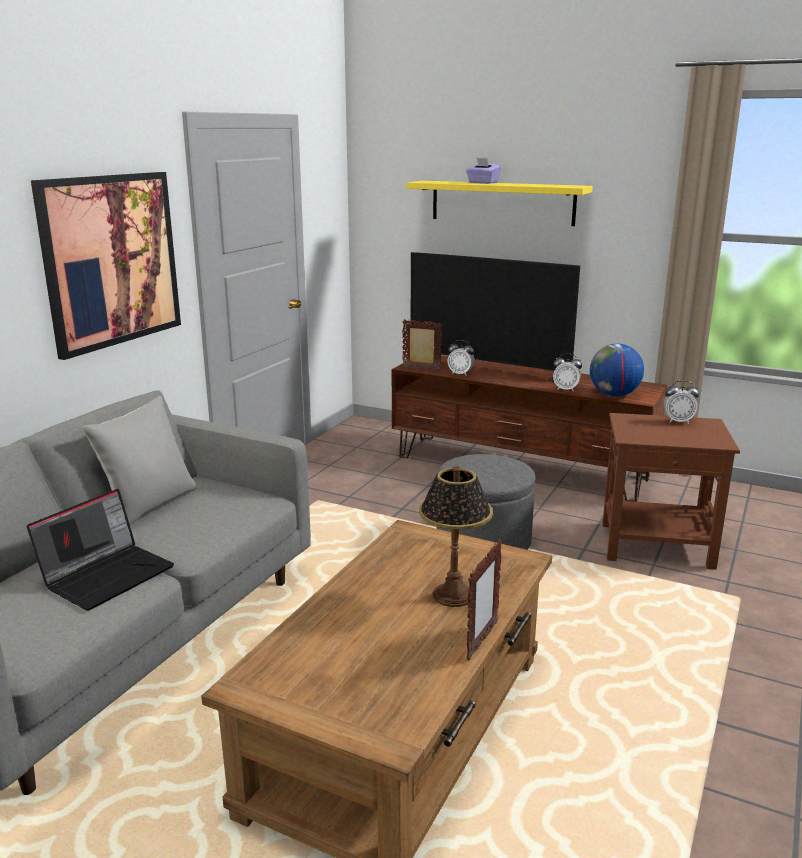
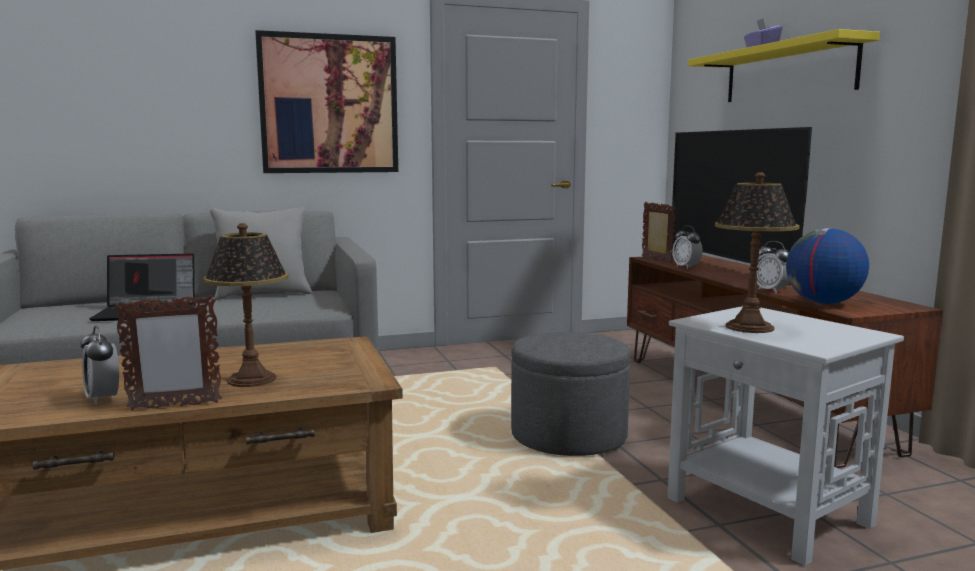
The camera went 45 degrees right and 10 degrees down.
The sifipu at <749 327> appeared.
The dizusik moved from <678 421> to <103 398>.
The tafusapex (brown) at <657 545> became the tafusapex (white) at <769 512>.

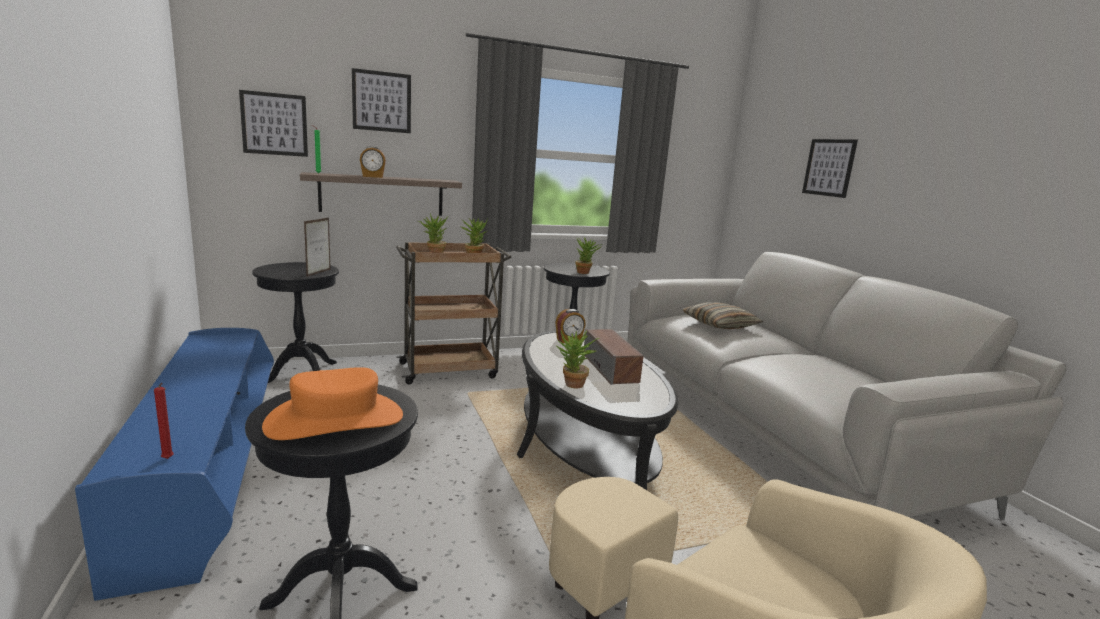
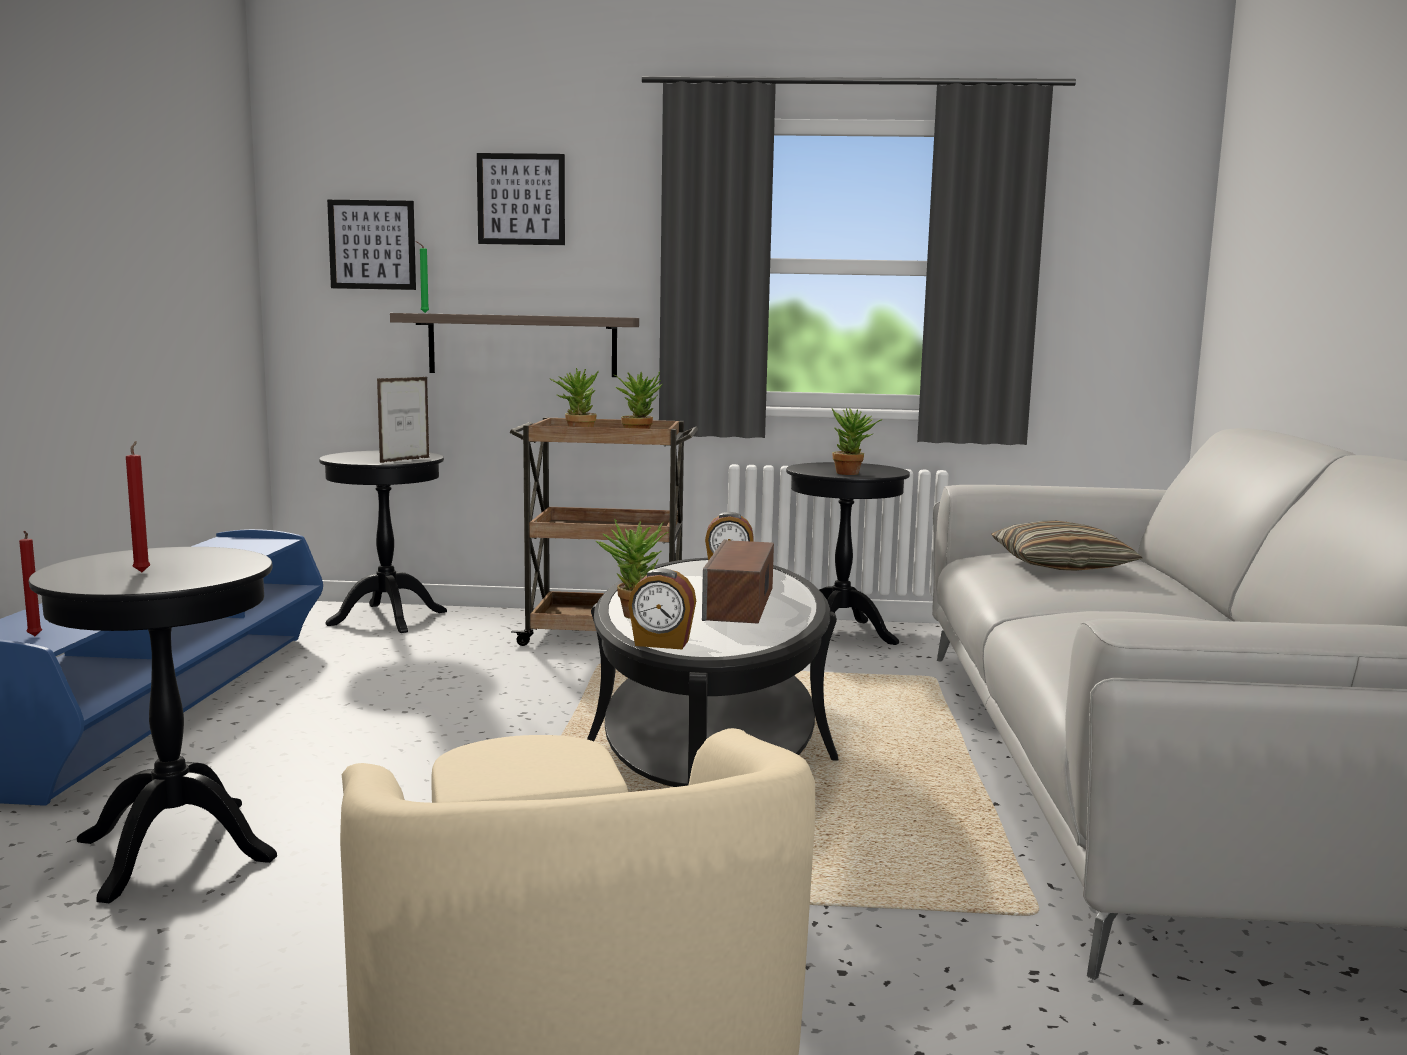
The camera went 25 degrees right and 5 degrees down.
The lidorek at <829 167> disappeared.
The dizusik moved from <373 176> to <661 643>.
The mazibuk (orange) at <335 420> was replaced by the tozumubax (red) at <143 571>.

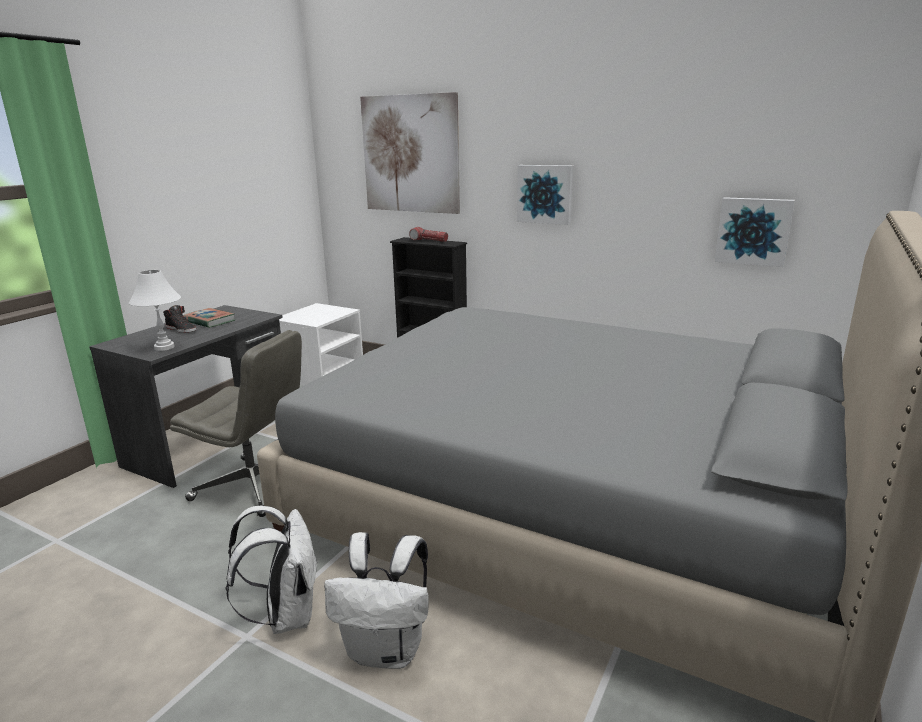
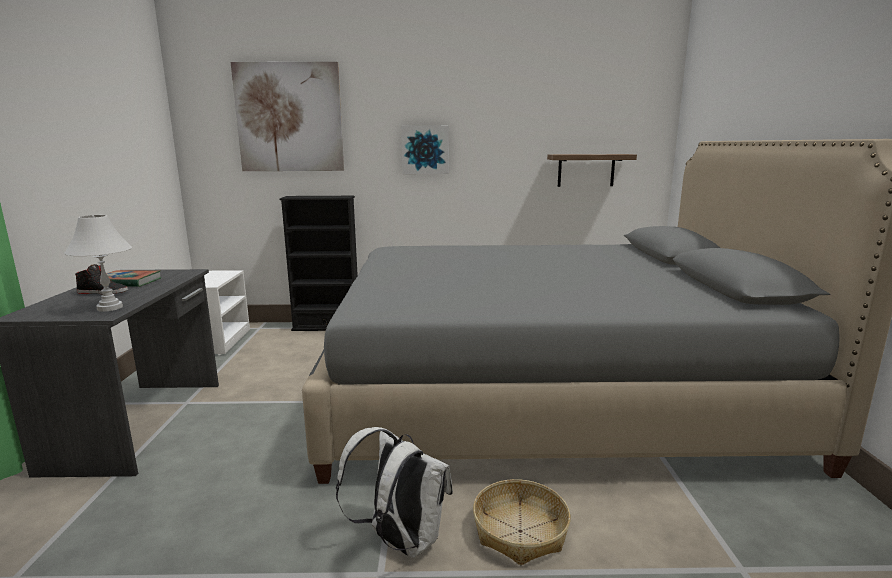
The camera went 30 degrees left and 5 degrees down.
The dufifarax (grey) at <255 486> disappeared.
The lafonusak at <428 240> disappeared.
The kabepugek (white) at <387 650> was replaced by the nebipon at <520 531>.
The lidorek at <753 231> was replaced by the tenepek at <586 170>.

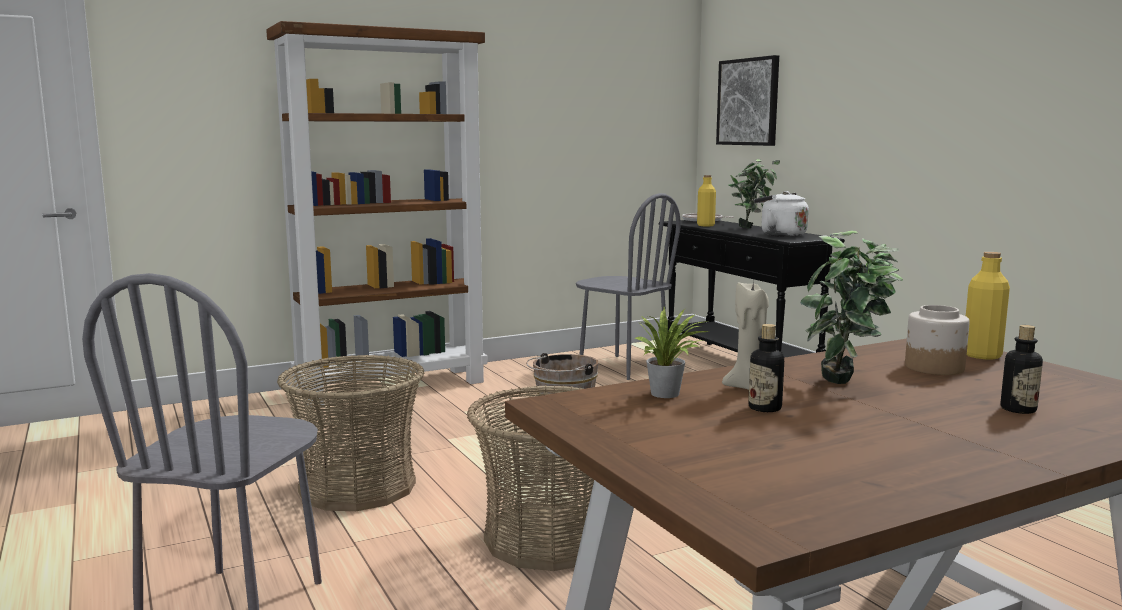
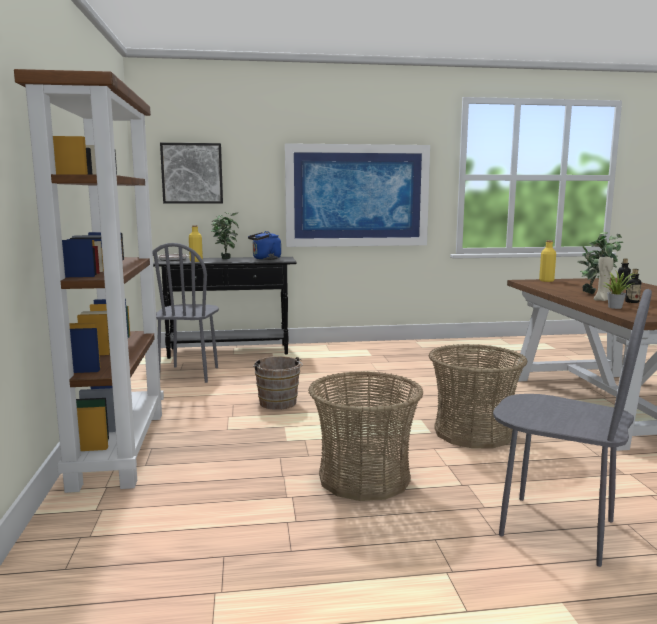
The camera went 70 degrees left and 0 degrees up.
The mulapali at <933 368> disappeared.
The lidorek at <357 195> appeared.
The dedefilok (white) at <780 235> became the dedefilok (blue) at <265 259>.
The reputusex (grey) at <623 367> turned 120 degrees clockwise.

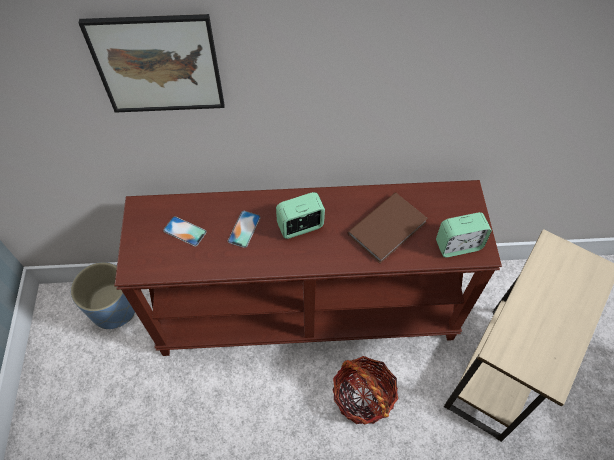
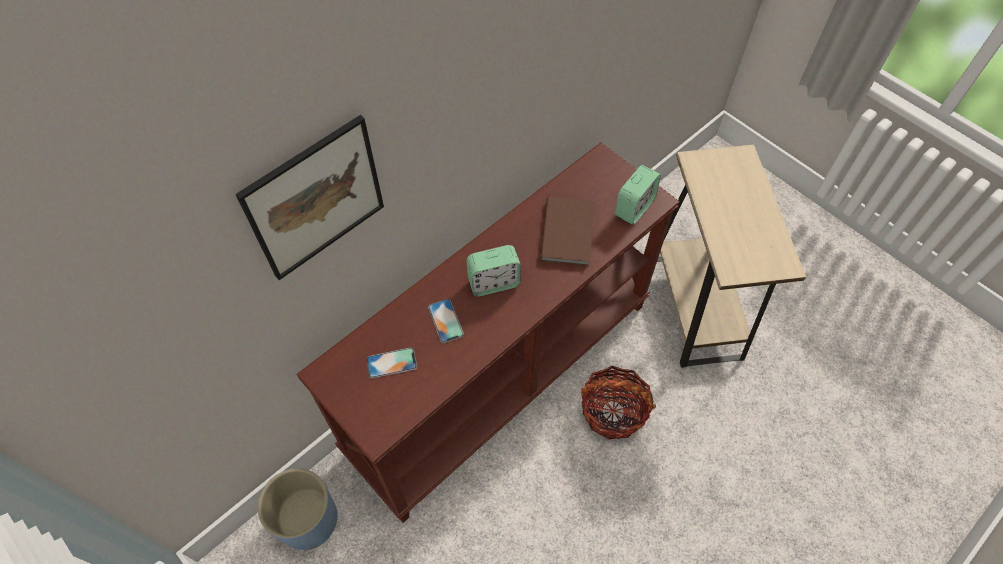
The camera went 40 degrees left and 0 degrees up.
The dizusik at <300 226> turned 135 degrees counterclockwise.

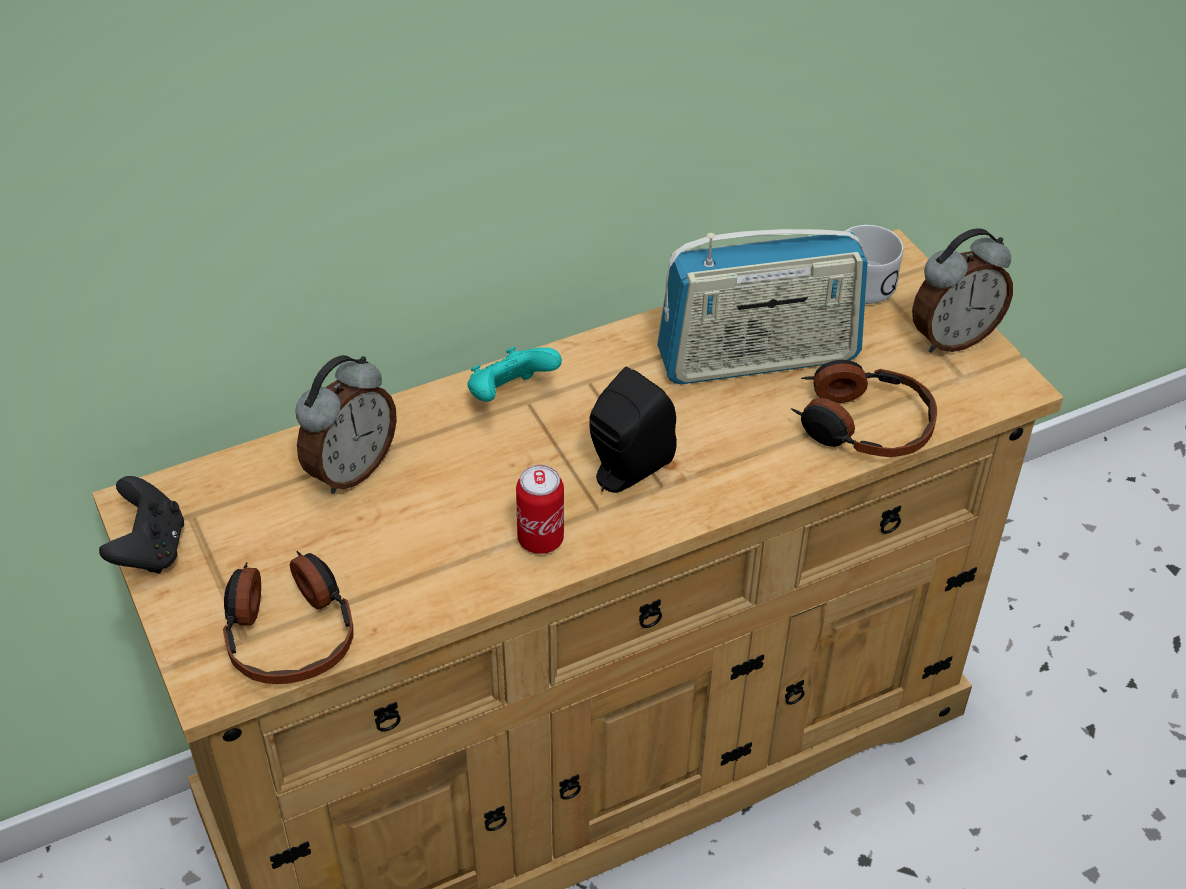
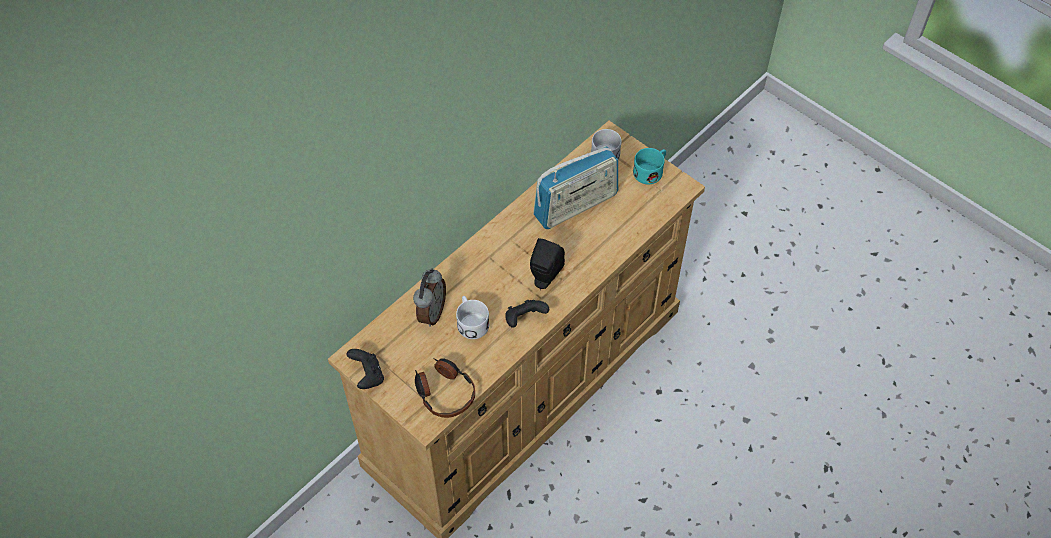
The camera went 20 degrees left and 10 degrees up.
The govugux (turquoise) at <509 395> disappeared.
The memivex at <862 424> disappeared.
The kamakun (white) at <471 321> appeared.
The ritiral at <540 539> was replaced by the govugux (black) at <524 319>.
The dizusik at <952 337> was replaced by the kamakun (turquoise) at <651 171>.

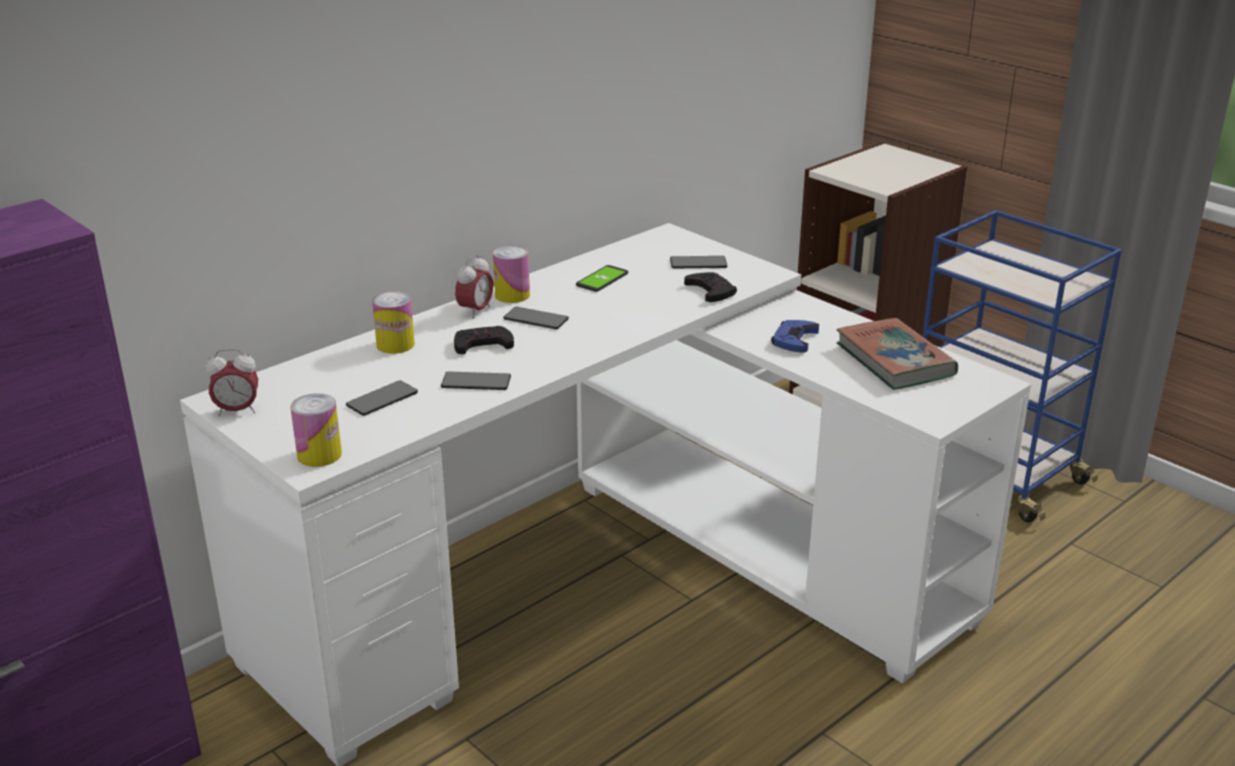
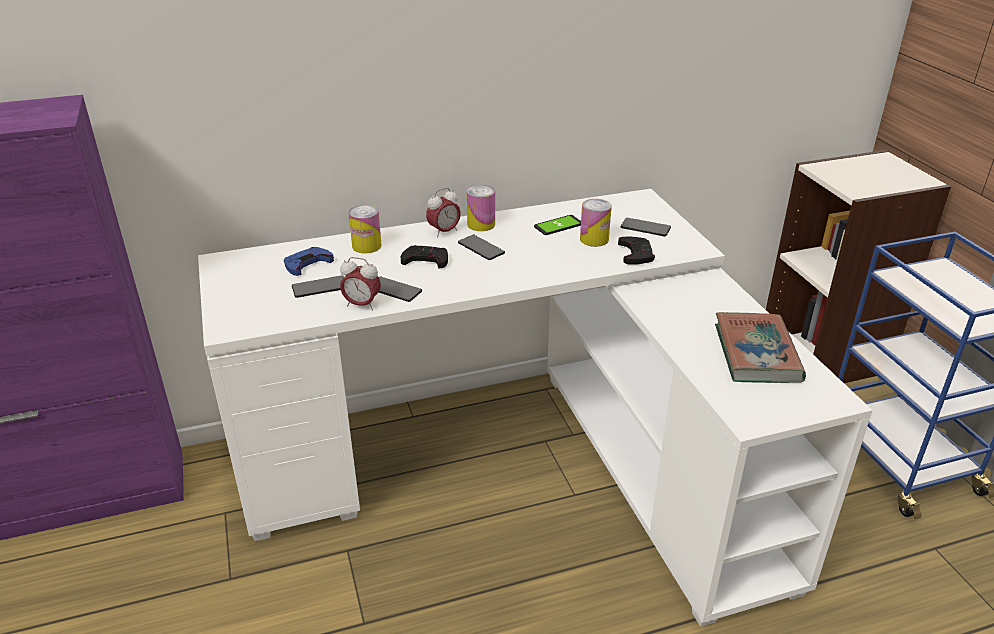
The camera went 25 degrees right and 5 degrees up.
The dizusik moved from <237 411> to <362 305>.
The ritiral moved from <319 455> to <594 239>.
The govugux (blue) moved from <794 340> to <307 264>.

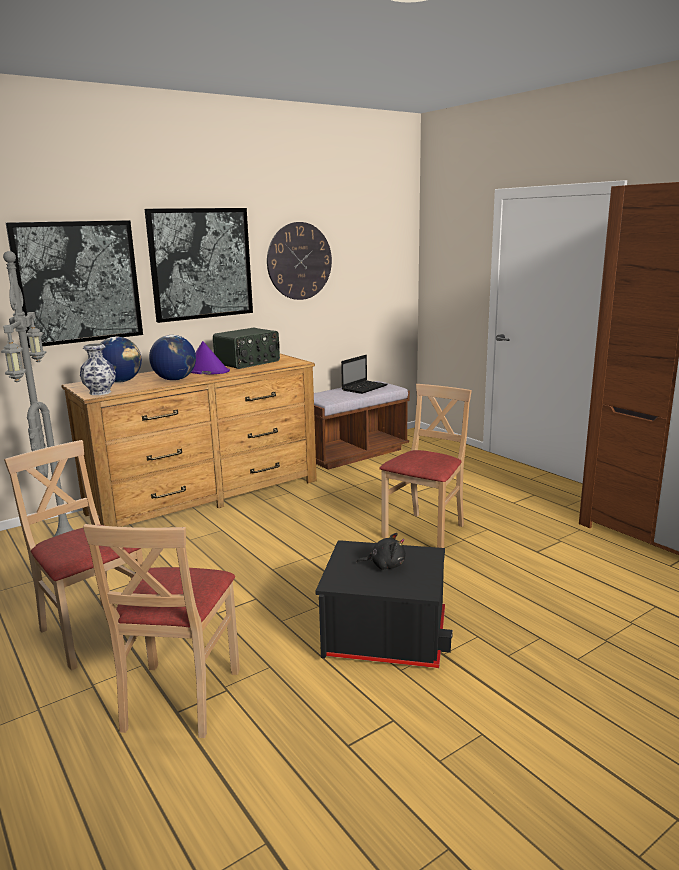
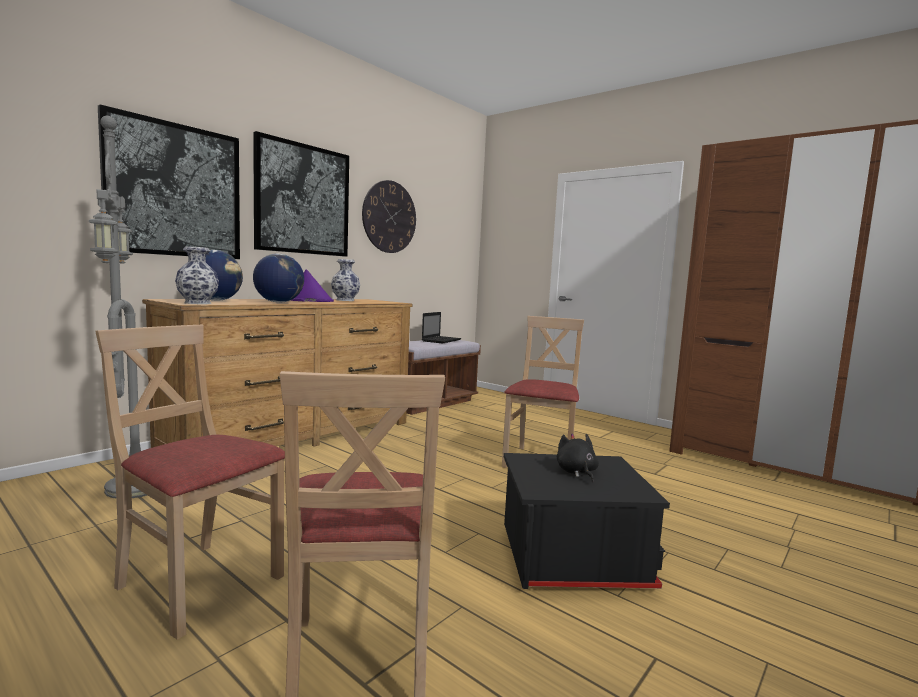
The camera went 15 degrees left and 10 degrees down.
The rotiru at <248 362> was replaced by the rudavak at <345 300>.
The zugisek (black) at <385 565> turned 90 degrees counterclockwise.

